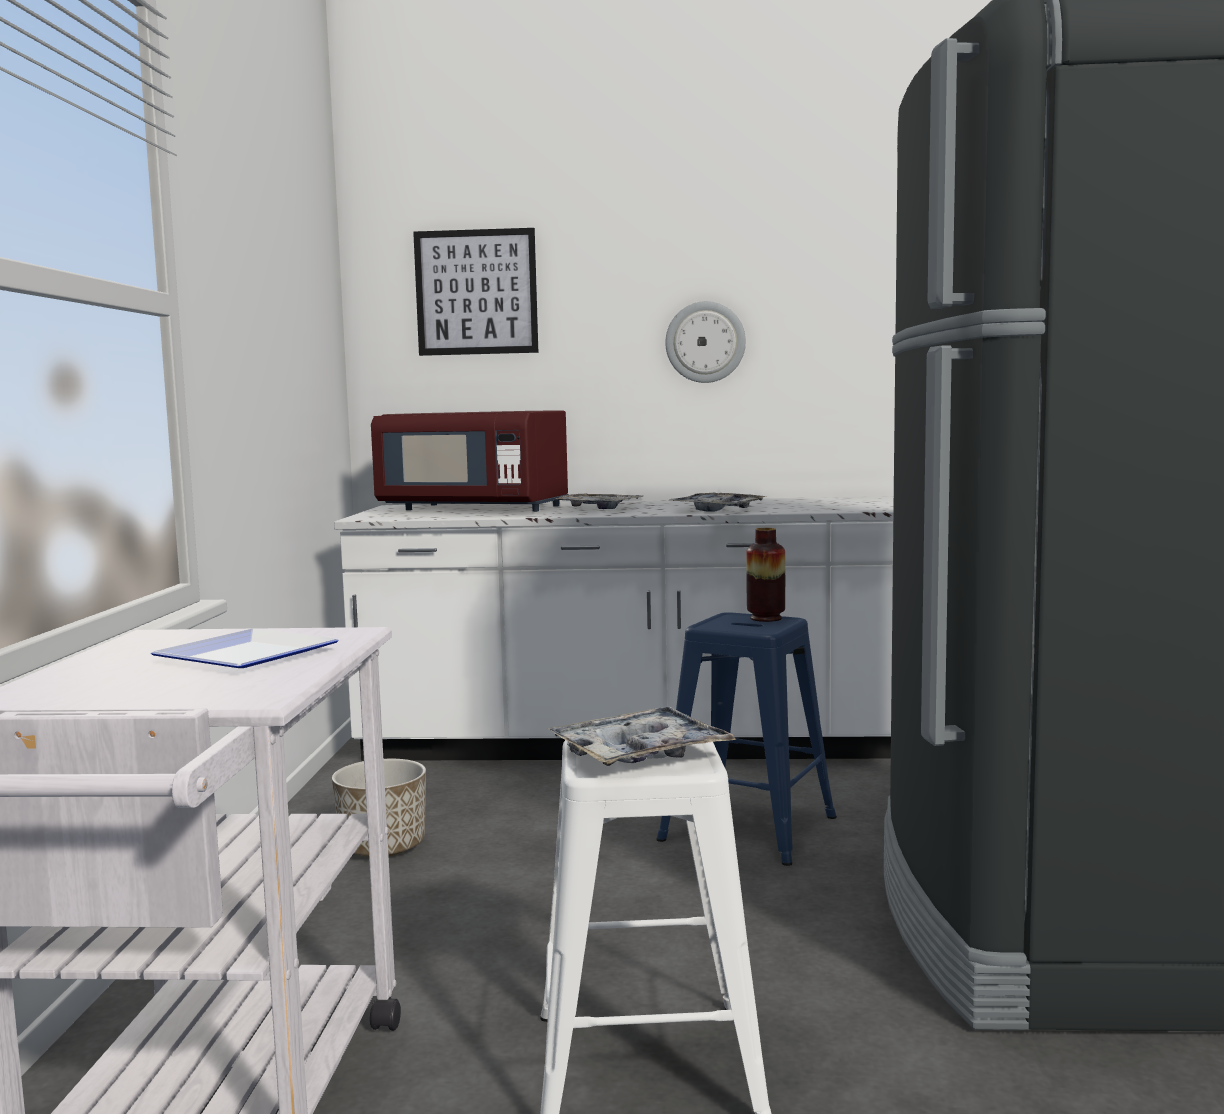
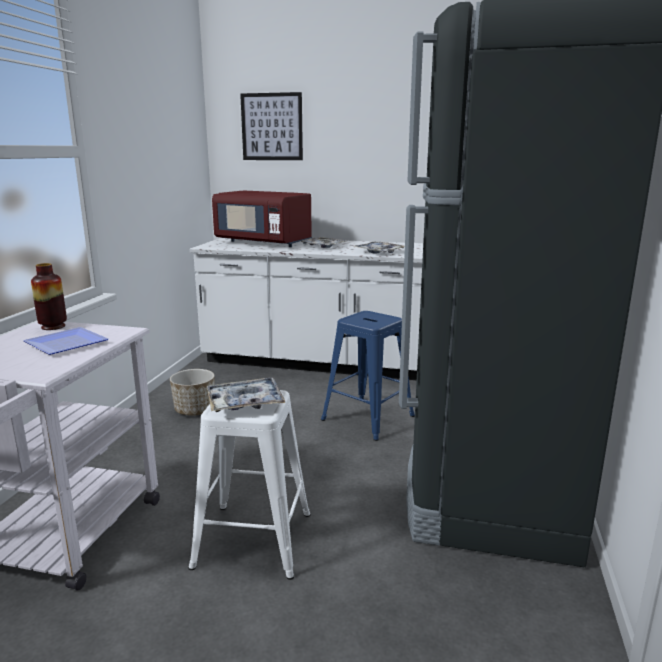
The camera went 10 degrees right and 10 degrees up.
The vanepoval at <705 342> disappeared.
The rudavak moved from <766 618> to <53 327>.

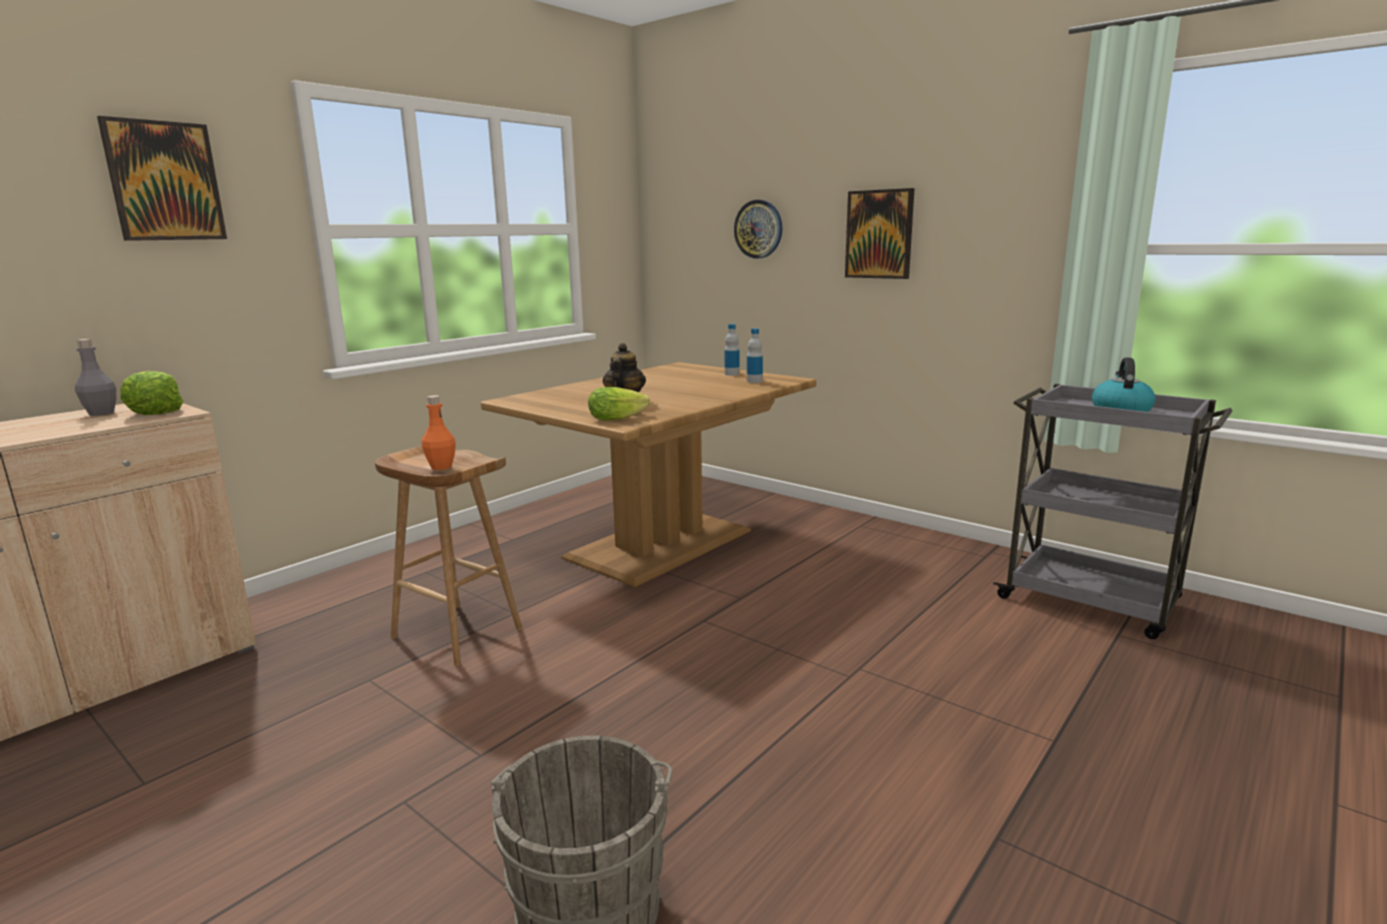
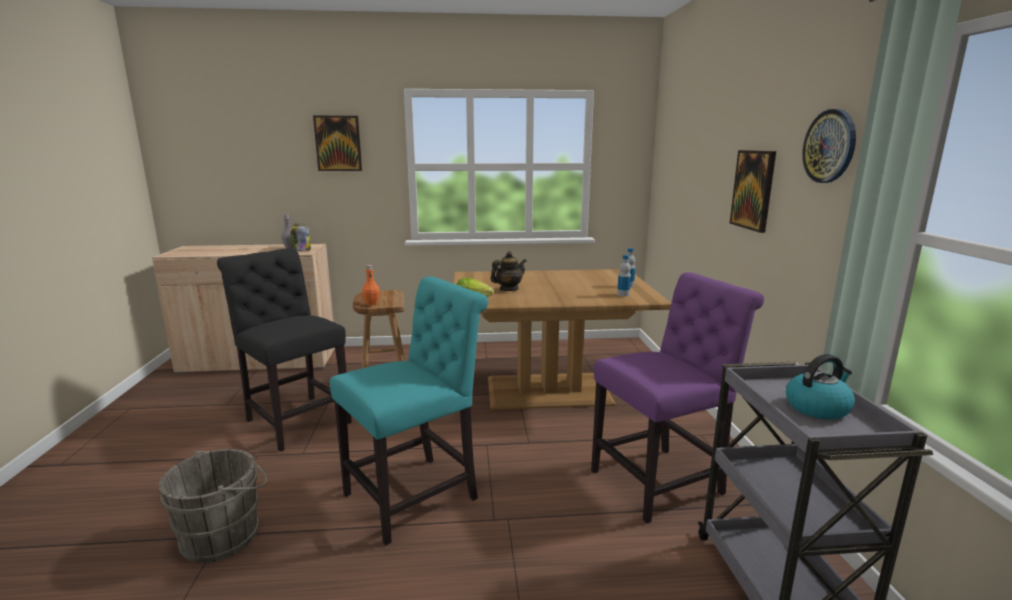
The camera went 45 degrees right and 0 degrees up.
The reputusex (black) at <296 420> appeared.
The reputusex (turquoise) at <417 494> appeared.
The reputusex (purple) at <662 481> appeared.
The vanepoval moved from <758 229> to <830 146>.
The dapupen at <154 412> was replaced by the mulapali at <301 250>.

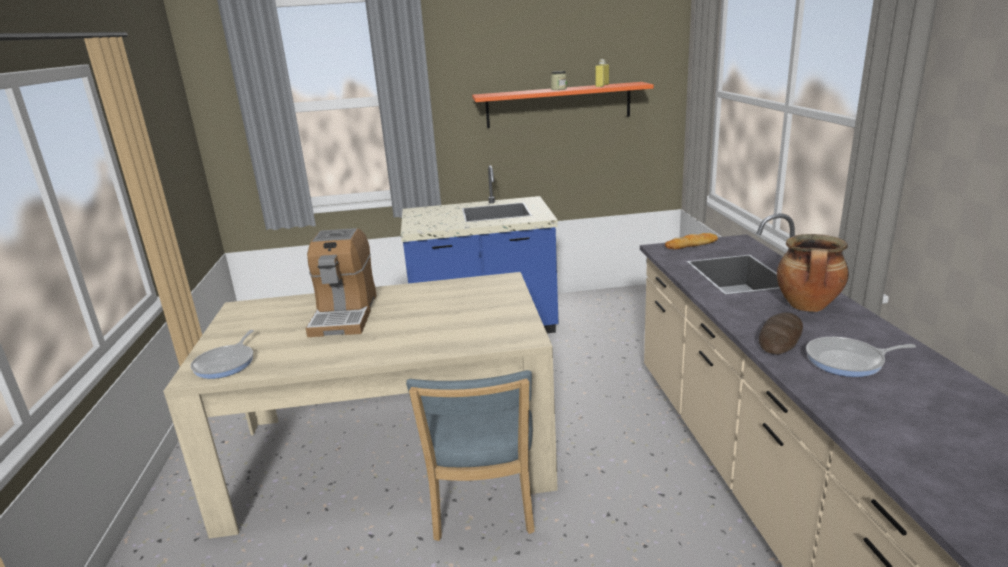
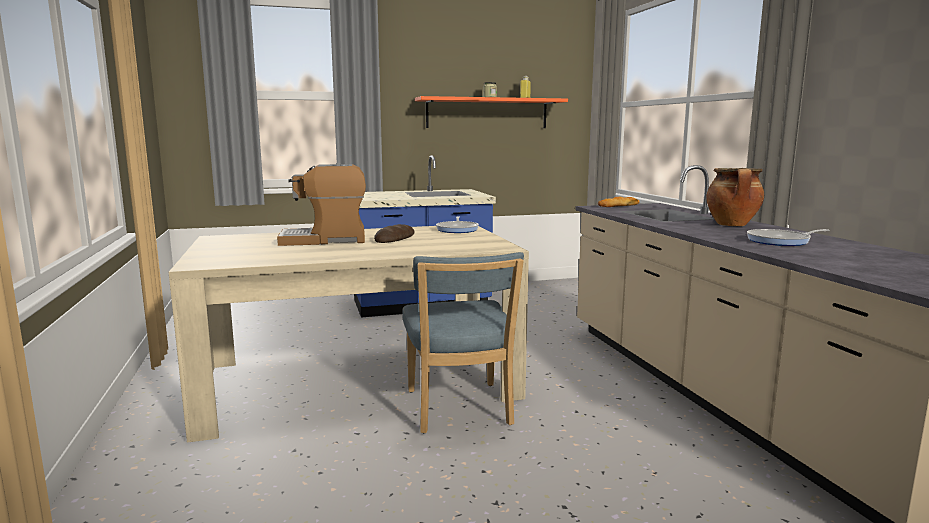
The camera went 10 degrees left and 10 degrees down.
The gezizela moved from <227 363> to <457 229>.
The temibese moved from <780 338> to <395 238>.
The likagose at <344 314> turned 90 degrees clockwise.

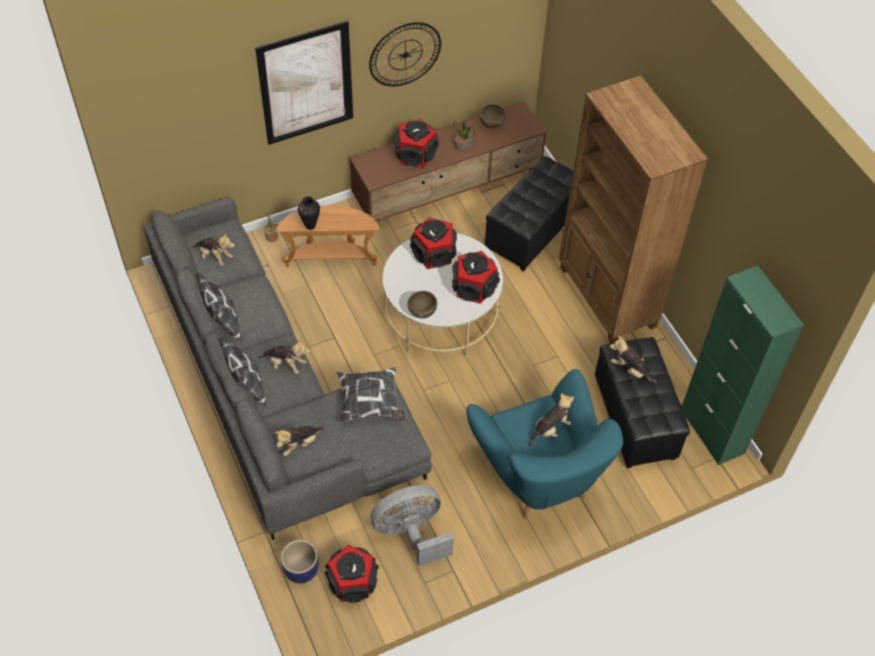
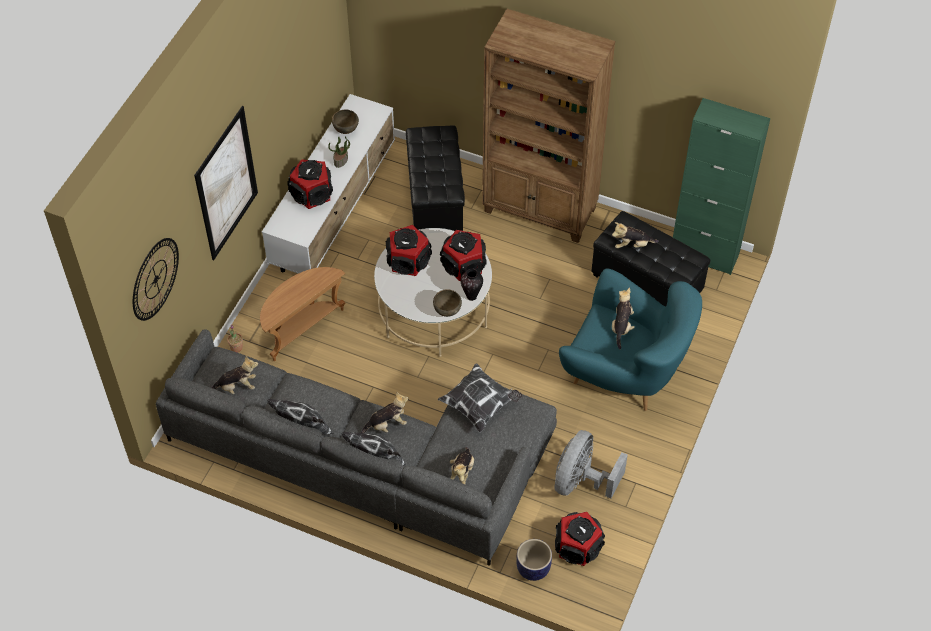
The camera went 40 degrees left and 0 degrees up.
The rudavak moved from <310 226> to <472 296>.
The vanepoval moved from <405 54> to <155 279>.
The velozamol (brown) at <448 187> became the velozamol (white) at <335 208>.

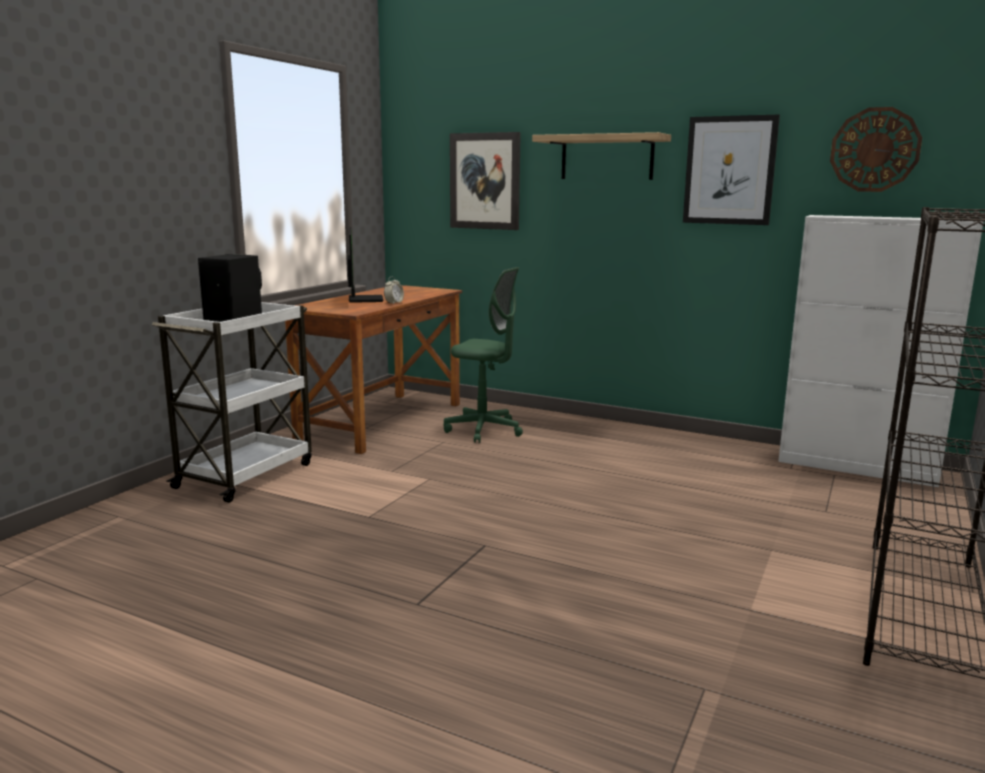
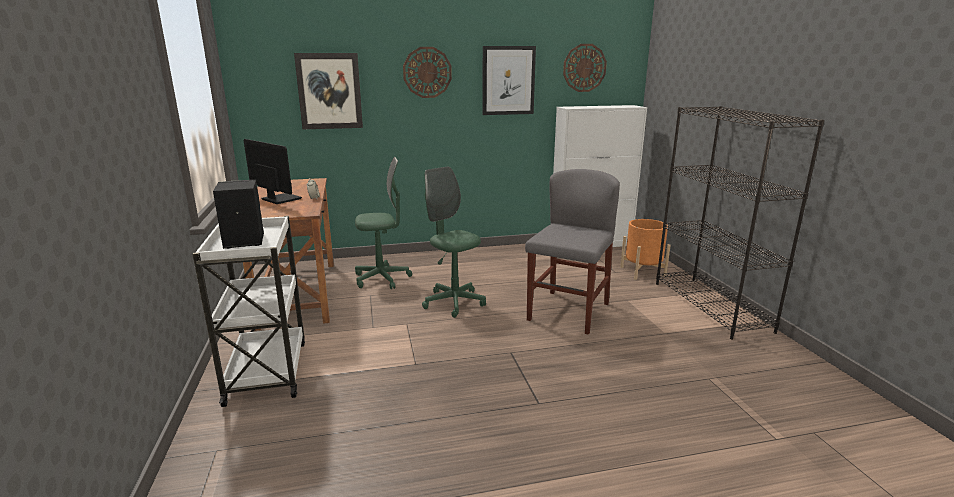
The camera went 40 degrees left and 5 degrees up.
The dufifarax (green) at <454 302> appeared.
The reputusex (grey) at <568 312> appeared.
The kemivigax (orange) at <642 272> appeared.
The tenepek at <607 157> was replaced by the vanepoval at <427 72>.

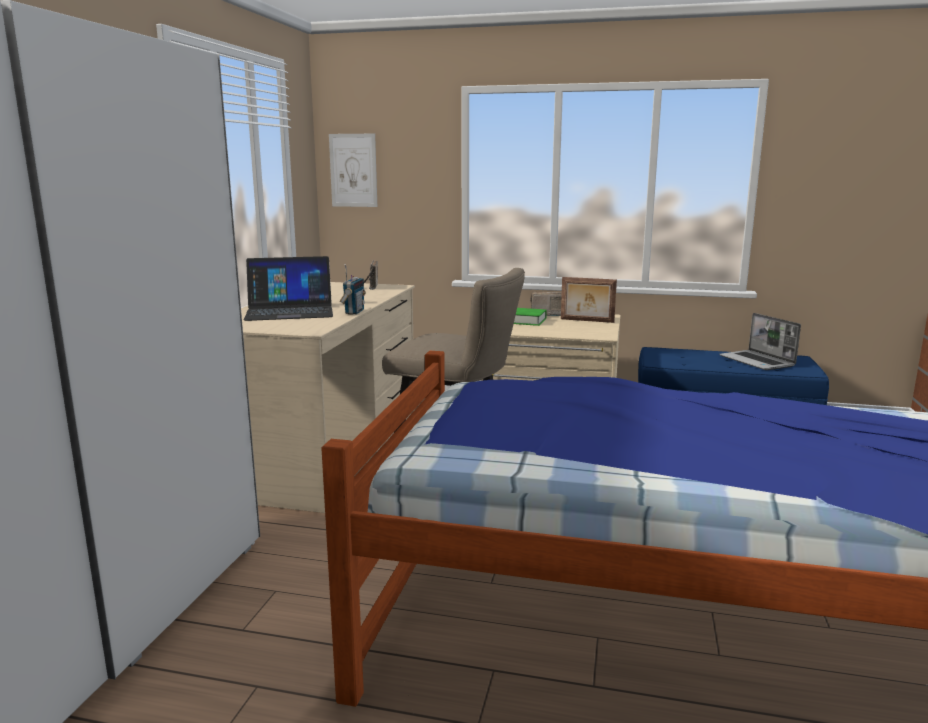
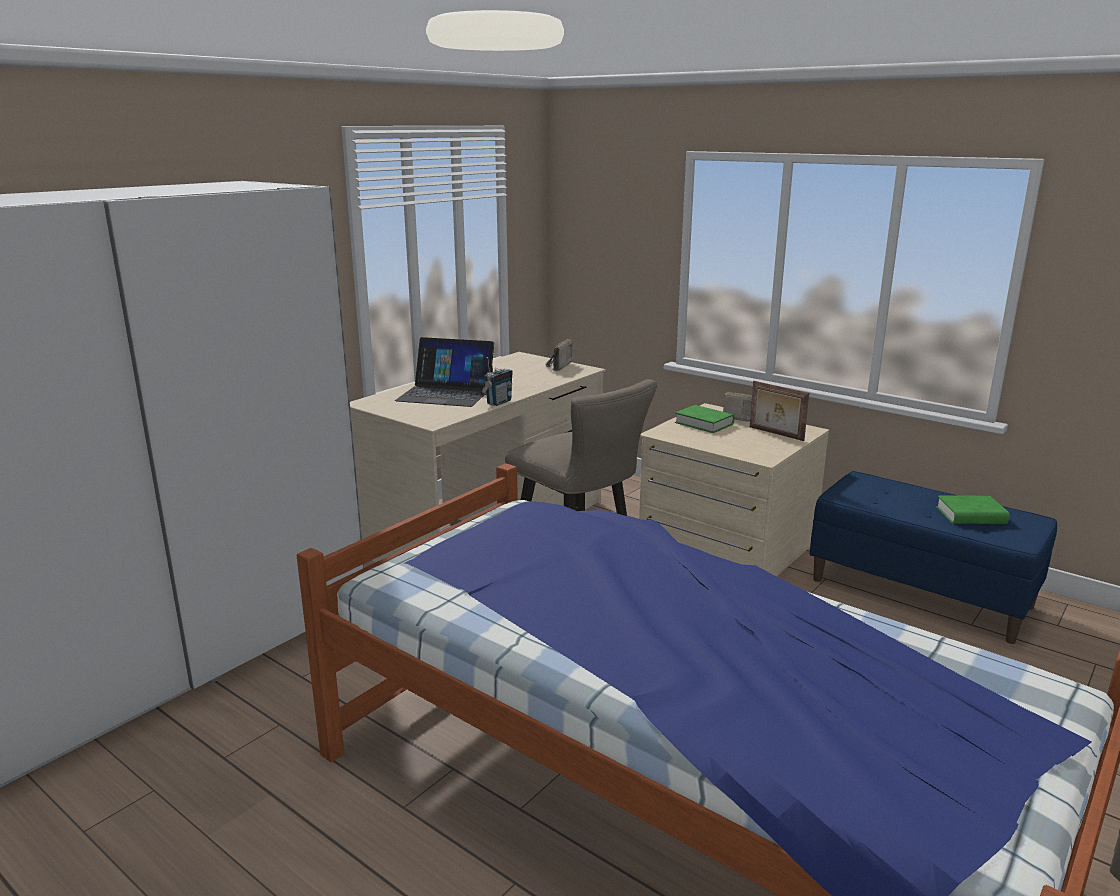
The camera went 25 degrees right and 5 degrees up.
The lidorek at <353 170> disappeared.
The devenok at <757 362> was replaced by the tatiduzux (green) at <971 515>.

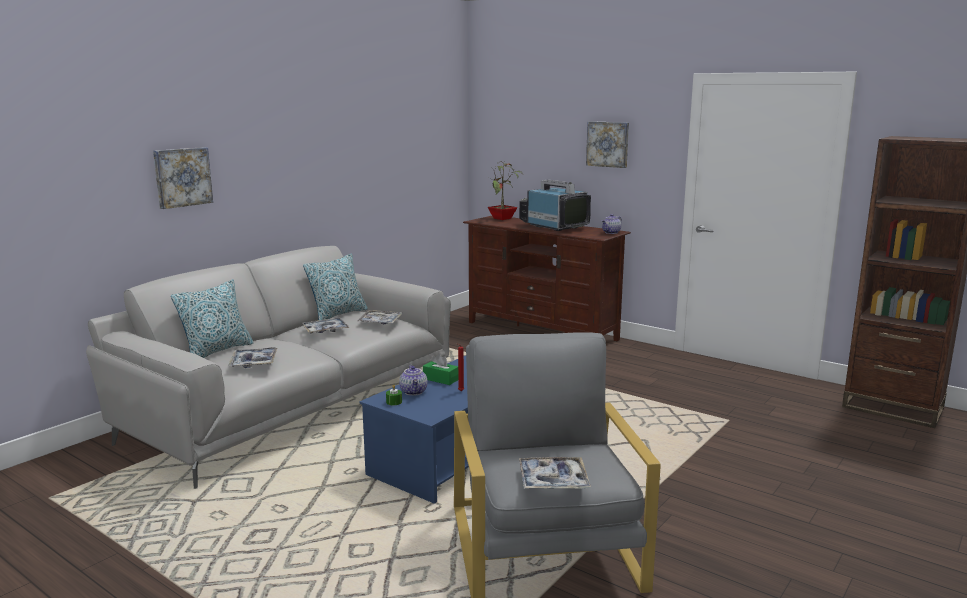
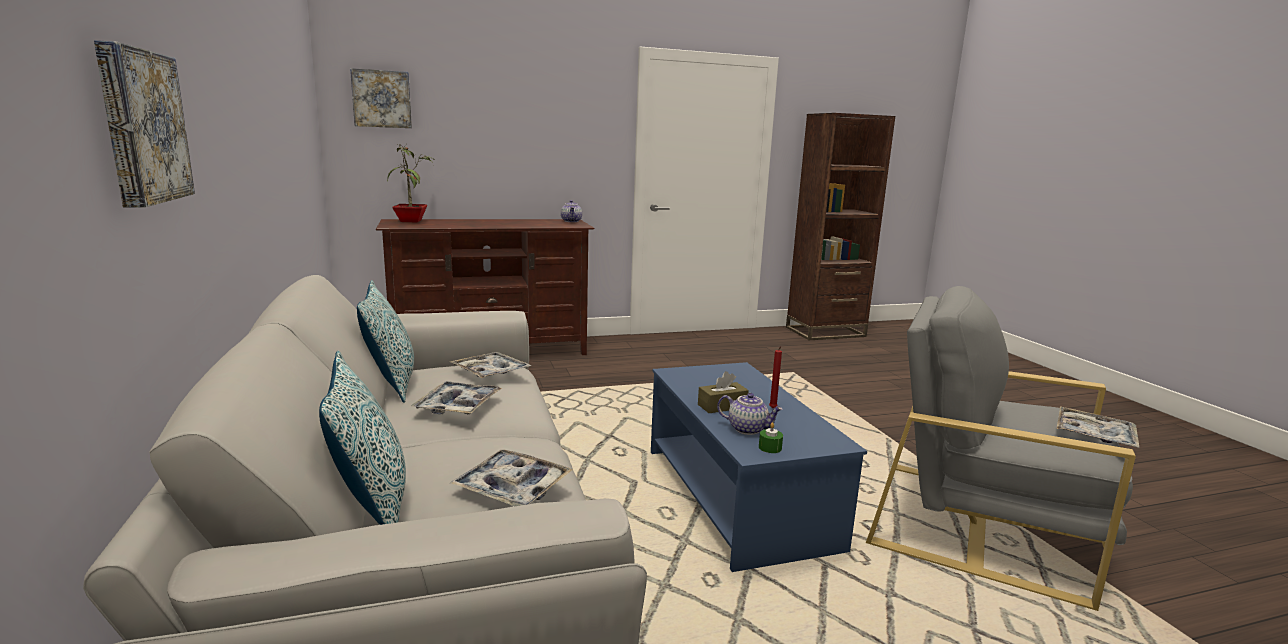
The camera went 55 degrees left and 0 degrees up.
The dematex at <553 226> disappeared.
The lidorek moved from <608 144> to <382 99>.
The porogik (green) at <440 379> became the porogik (brown) at <722 406>.

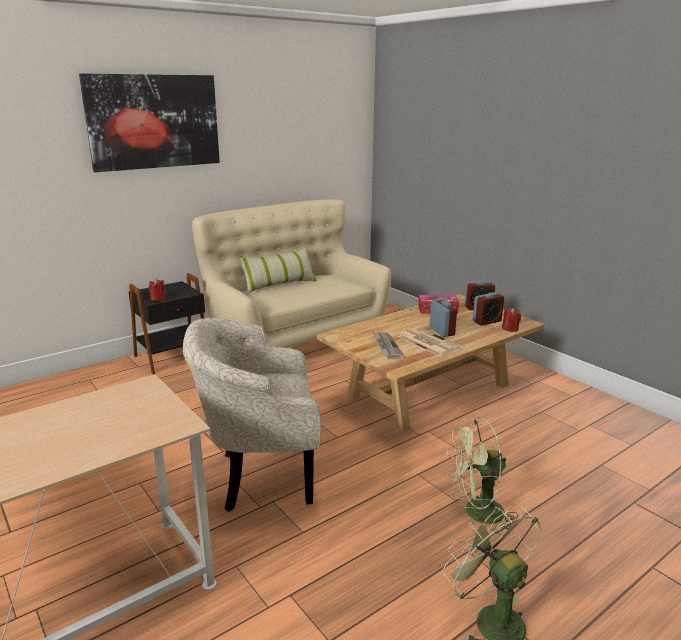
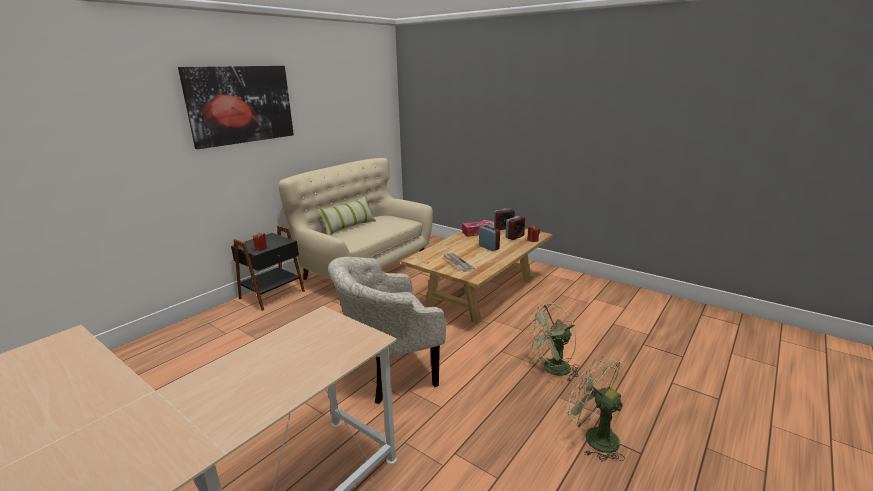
The camera went 15 degrees left and 0 degrees up.
The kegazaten at <428 342> disappeared.

